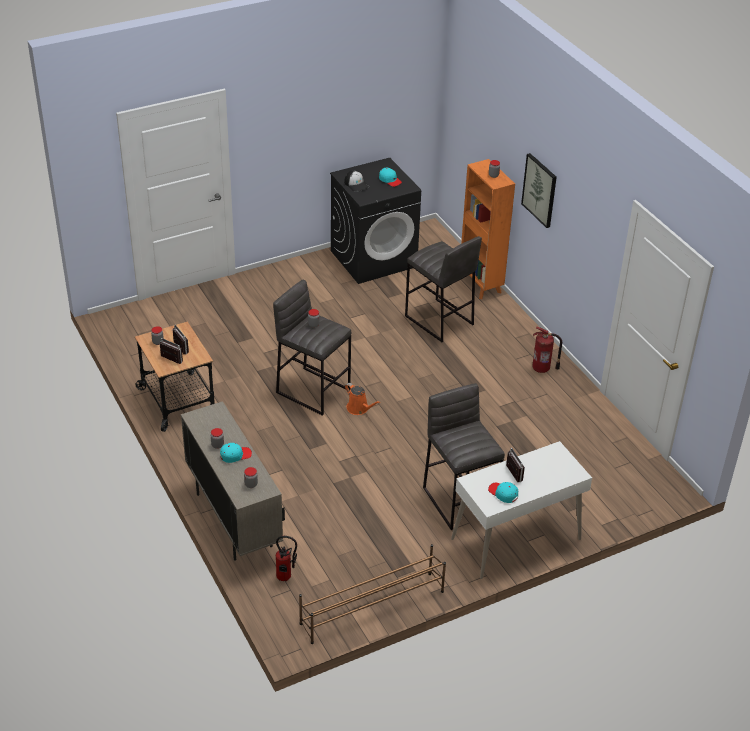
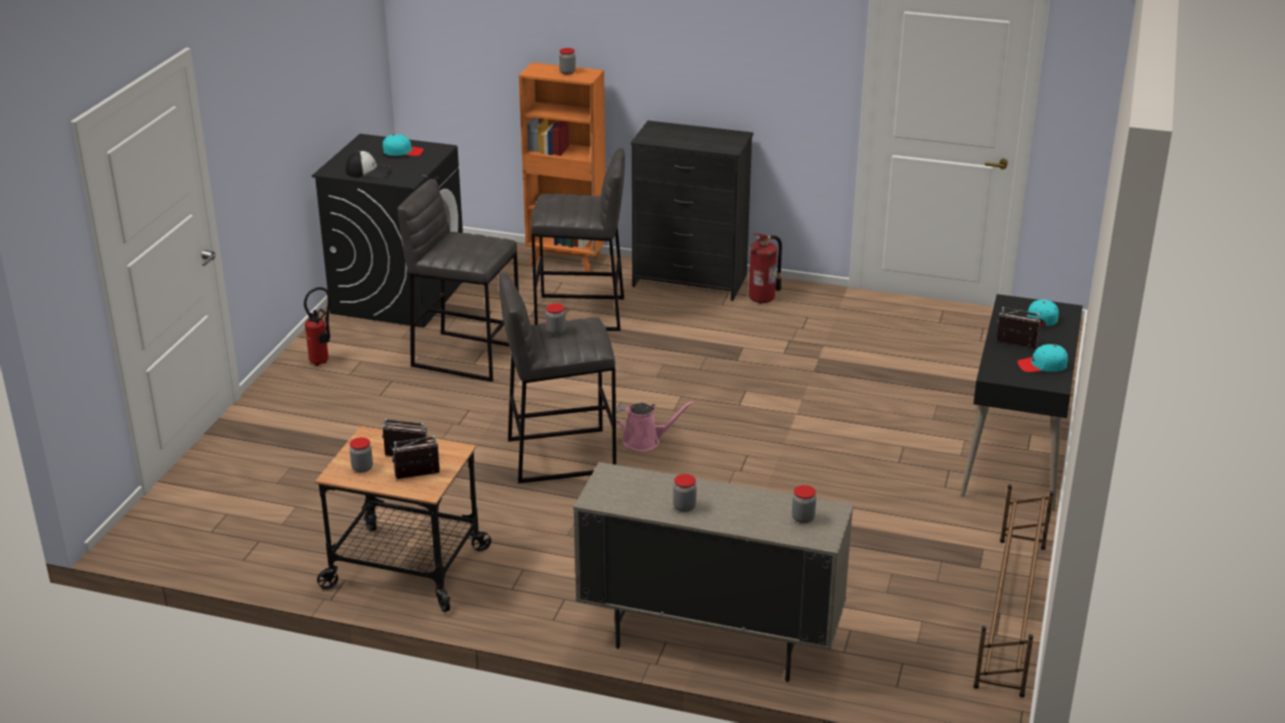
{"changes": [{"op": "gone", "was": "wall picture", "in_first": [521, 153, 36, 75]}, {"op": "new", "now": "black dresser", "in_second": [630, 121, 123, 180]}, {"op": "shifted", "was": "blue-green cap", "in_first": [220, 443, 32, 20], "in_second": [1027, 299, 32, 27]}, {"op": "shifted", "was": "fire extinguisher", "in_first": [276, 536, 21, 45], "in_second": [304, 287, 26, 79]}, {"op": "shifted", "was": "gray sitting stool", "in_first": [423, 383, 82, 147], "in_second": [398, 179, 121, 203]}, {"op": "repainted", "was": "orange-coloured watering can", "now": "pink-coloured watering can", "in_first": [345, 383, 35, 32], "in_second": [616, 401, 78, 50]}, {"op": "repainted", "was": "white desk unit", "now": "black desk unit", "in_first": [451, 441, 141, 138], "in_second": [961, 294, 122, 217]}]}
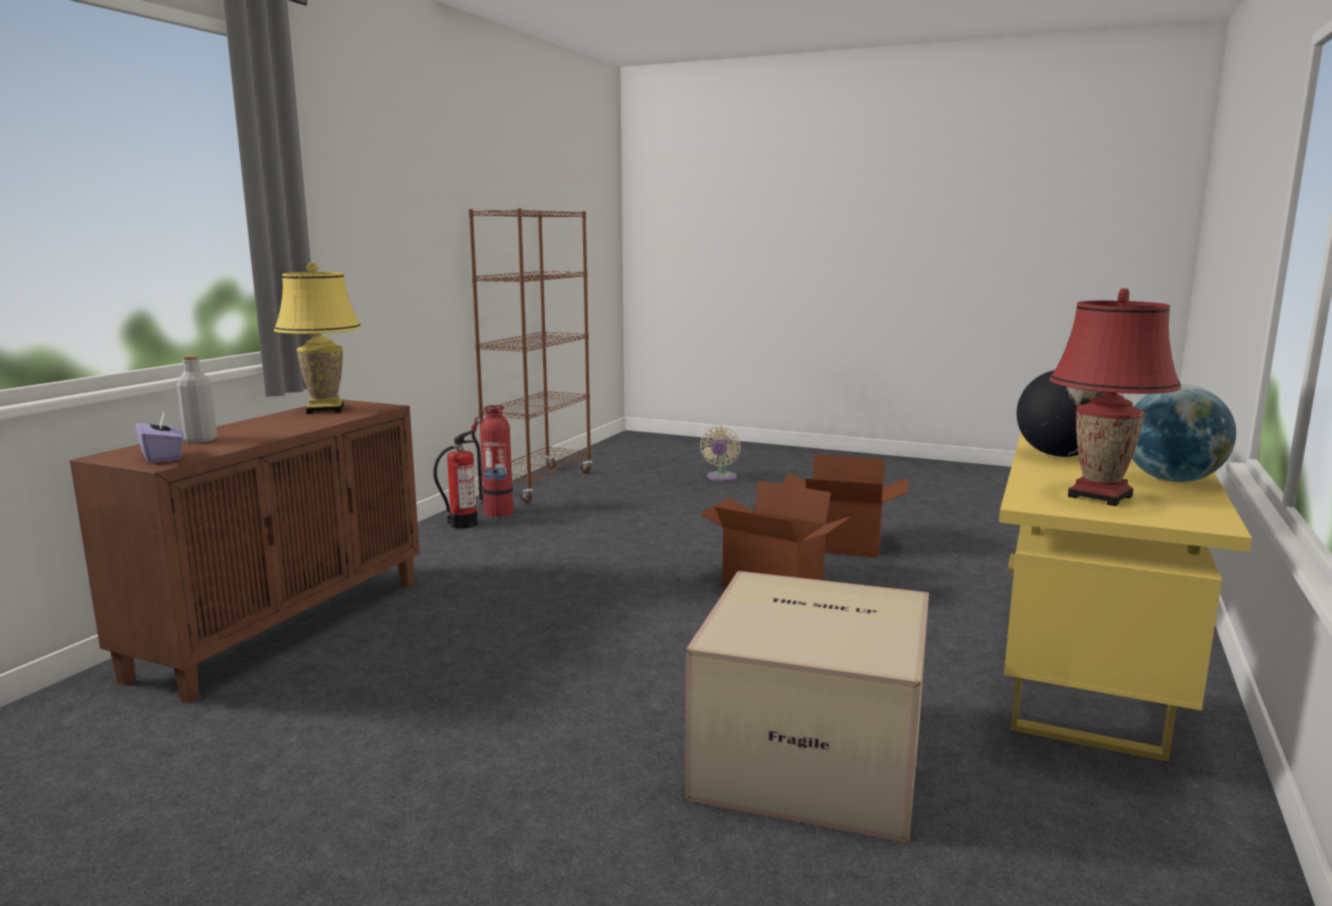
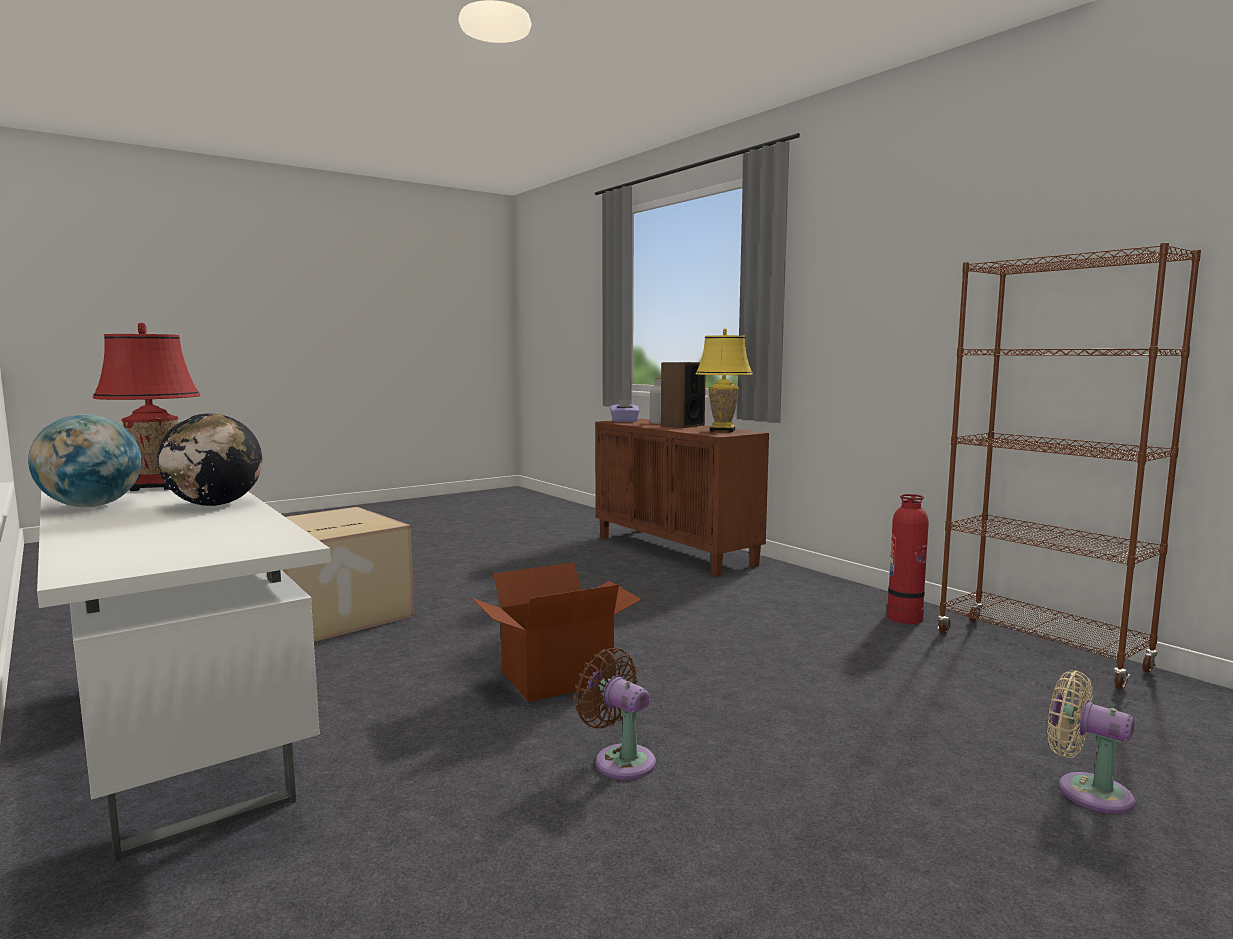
{"changes": [{"op": "gone", "was": "fire extinguisher", "in_first": [433, 430, 45, 99]}, {"op": "new", "now": "speaker", "in_second": [661, 362, 44, 66]}, {"op": "swapped", "was": "carton", "now": "brown-coloured fan", "in_first": [783, 455, 125, 103], "in_second": [574, 648, 82, 132]}, {"op": "repainted", "was": "yellowish desk unit", "now": "white desk unit", "in_first": [999, 433, 253, 330], "in_second": [37, 487, 294, 374]}]}
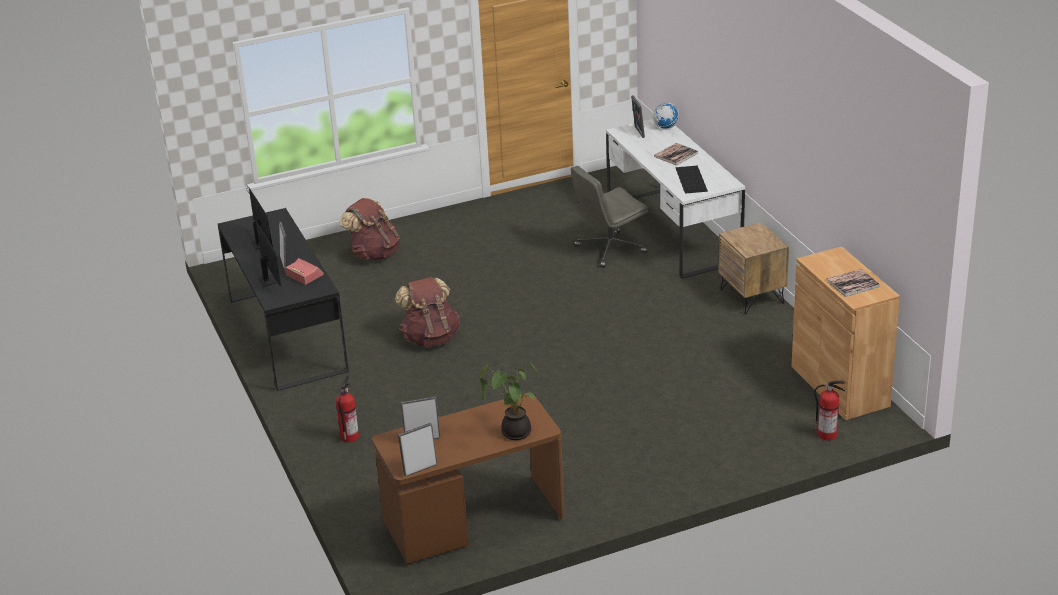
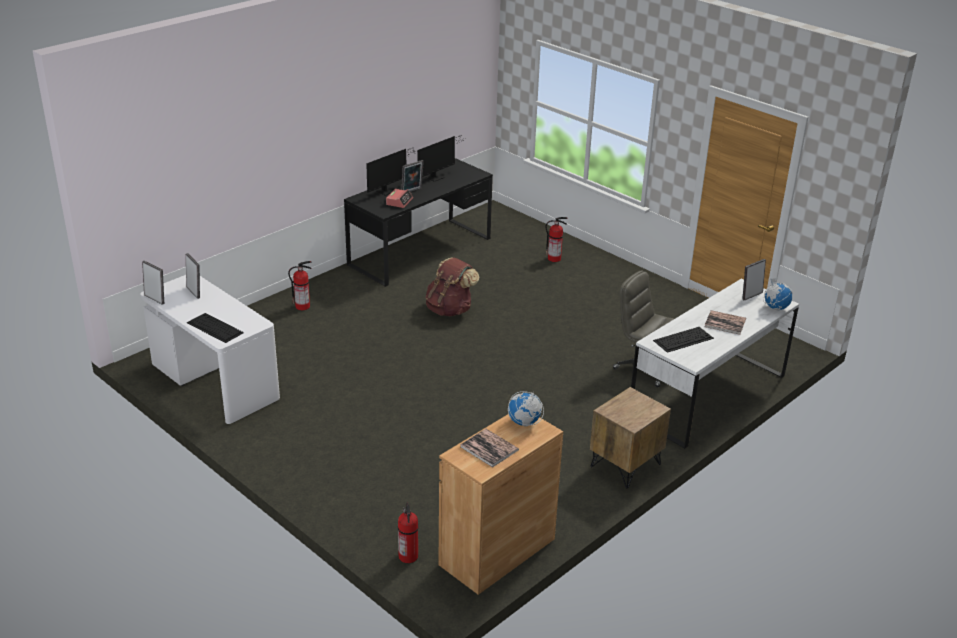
{"changes": [{"op": "new", "now": "desk globe", "in_second": [508, 391, 36, 36]}, {"op": "swapped", "was": "brown-coloured backpack", "now": "fire extinguisher", "in_first": [340, 198, 60, 62], "in_second": [546, 217, 22, 45]}, {"op": "swapped", "was": "plant in a pot", "now": "computer keyboard", "in_first": [480, 362, 59, 78], "in_second": [187, 313, 57, 30]}, {"op": "repainted", "was": "brown-coloured desk unit", "now": "white desk unit", "in_first": [372, 393, 193, 171], "in_second": [140, 275, 140, 149]}]}
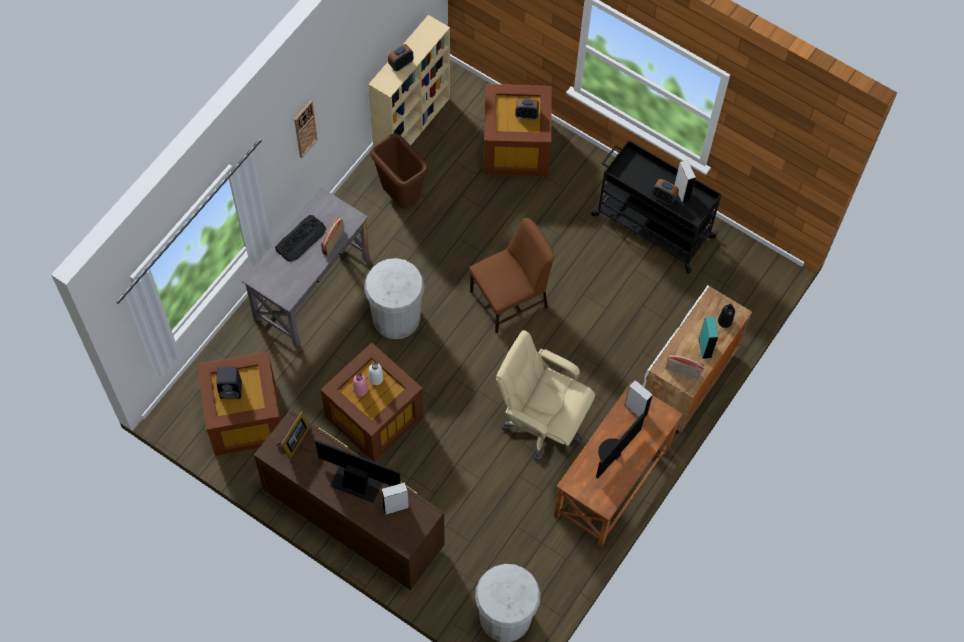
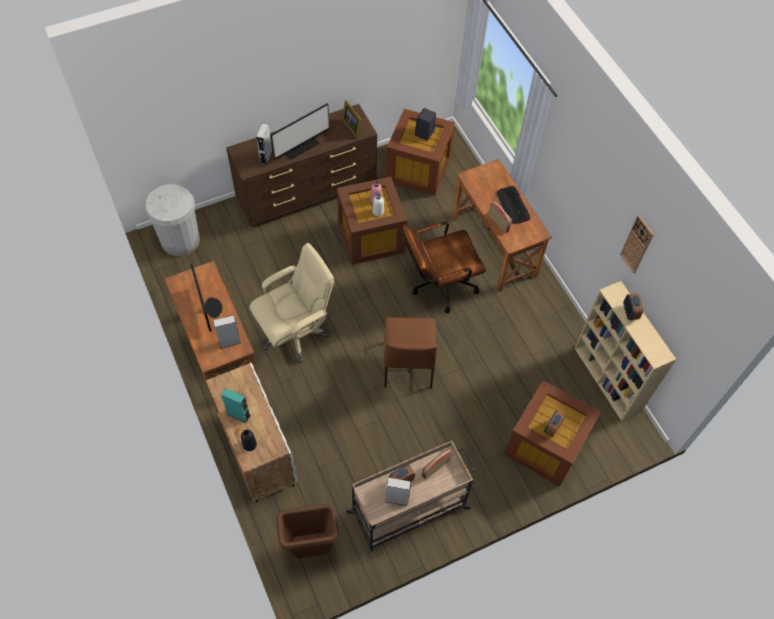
{"changes": [{"op": "shifted", "was": "hanging clock", "in_first": [294, 100, 23, 58], "in_second": [620, 215, 34, 58]}, {"op": "shifted", "was": "brown-coloured trash can", "in_first": [370, 134, 58, 74], "in_second": [277, 503, 62, 55]}, {"op": "shifted", "was": "radio set", "in_first": [666, 354, 38, 26], "in_second": [422, 448, 30, 32]}, {"op": "swapped", "was": "white trash can", "now": "brown-coloured computer chair", "in_first": [364, 258, 61, 81], "in_second": [402, 221, 84, 92]}, {"op": "repainted", "was": "gray desk unit", "now": "brown-coloured desk unit", "in_first": [242, 187, 127, 160], "in_second": [452, 159, 100, 133]}, {"op": "repainted", "was": "black trolley", "now": "beige-coloured trolley", "in_first": [591, 140, 131, 133], "in_second": [345, 441, 131, 116]}]}
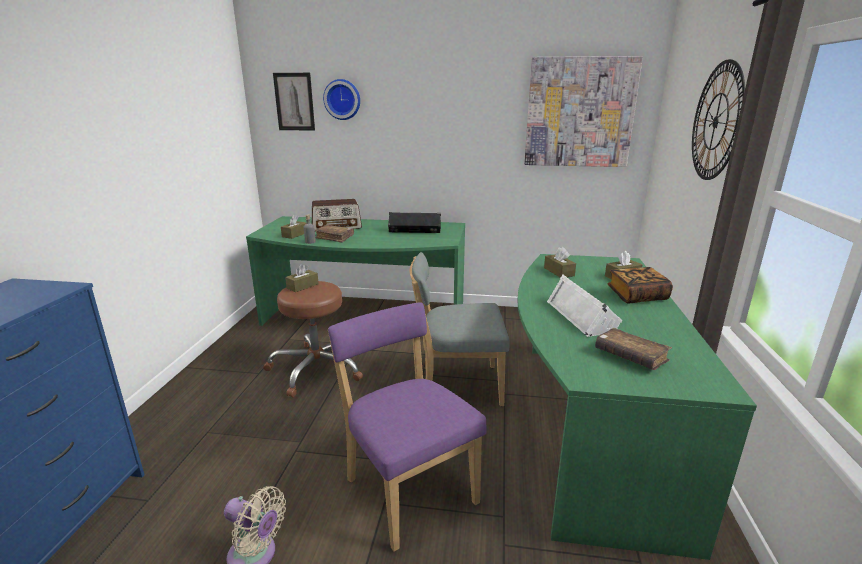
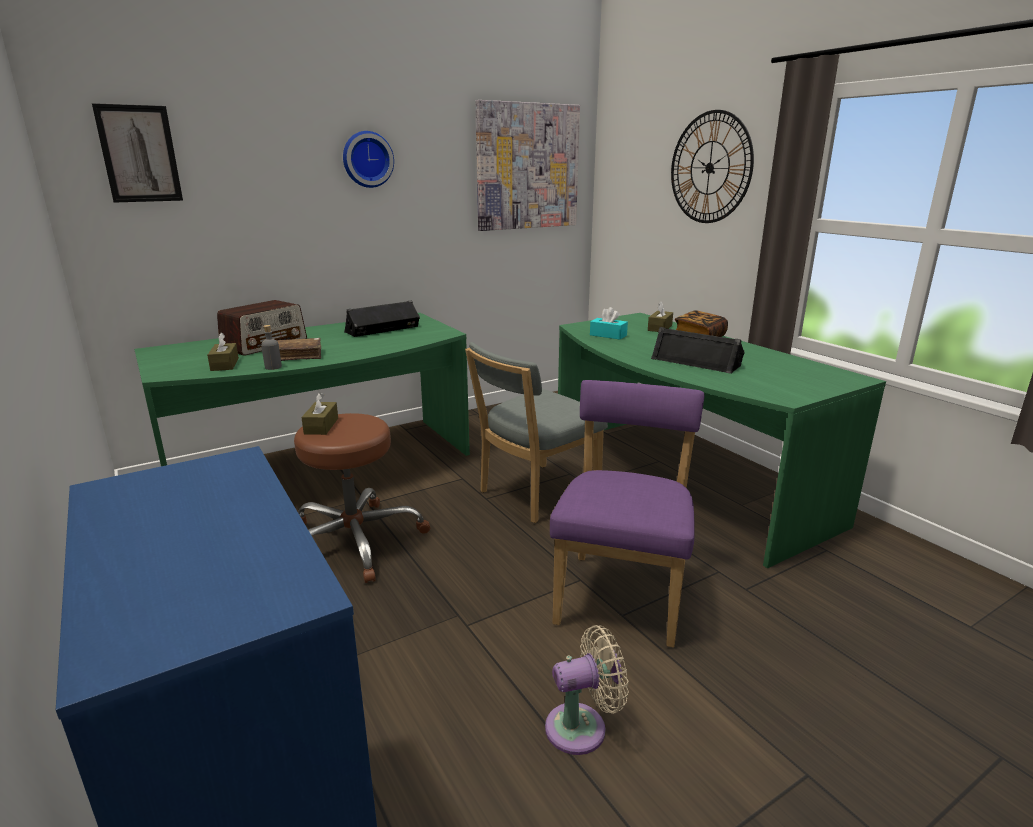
{"changes": [{"op": "gone", "was": "brown-coloured book", "in_first": [595, 328, 77, 42]}, {"op": "shifted", "was": "hanging clock", "in_first": [323, 79, 37, 41], "in_second": [343, 131, 51, 57]}, {"op": "repainted", "was": "brown-coloured tissue box", "now": "blue-green tissue box", "in_first": [544, 247, 32, 31], "in_second": [590, 307, 38, 33]}, {"op": "repainted", "was": "white speaker", "now": "black speaker", "in_first": [547, 275, 75, 62], "in_second": [651, 327, 94, 47]}, {"op": "rotated", "was": "purplish upright chair", "in_first": [328, 302, 159, 250], "in_second": [550, 380, 154, 268], "clockwise": 90}]}
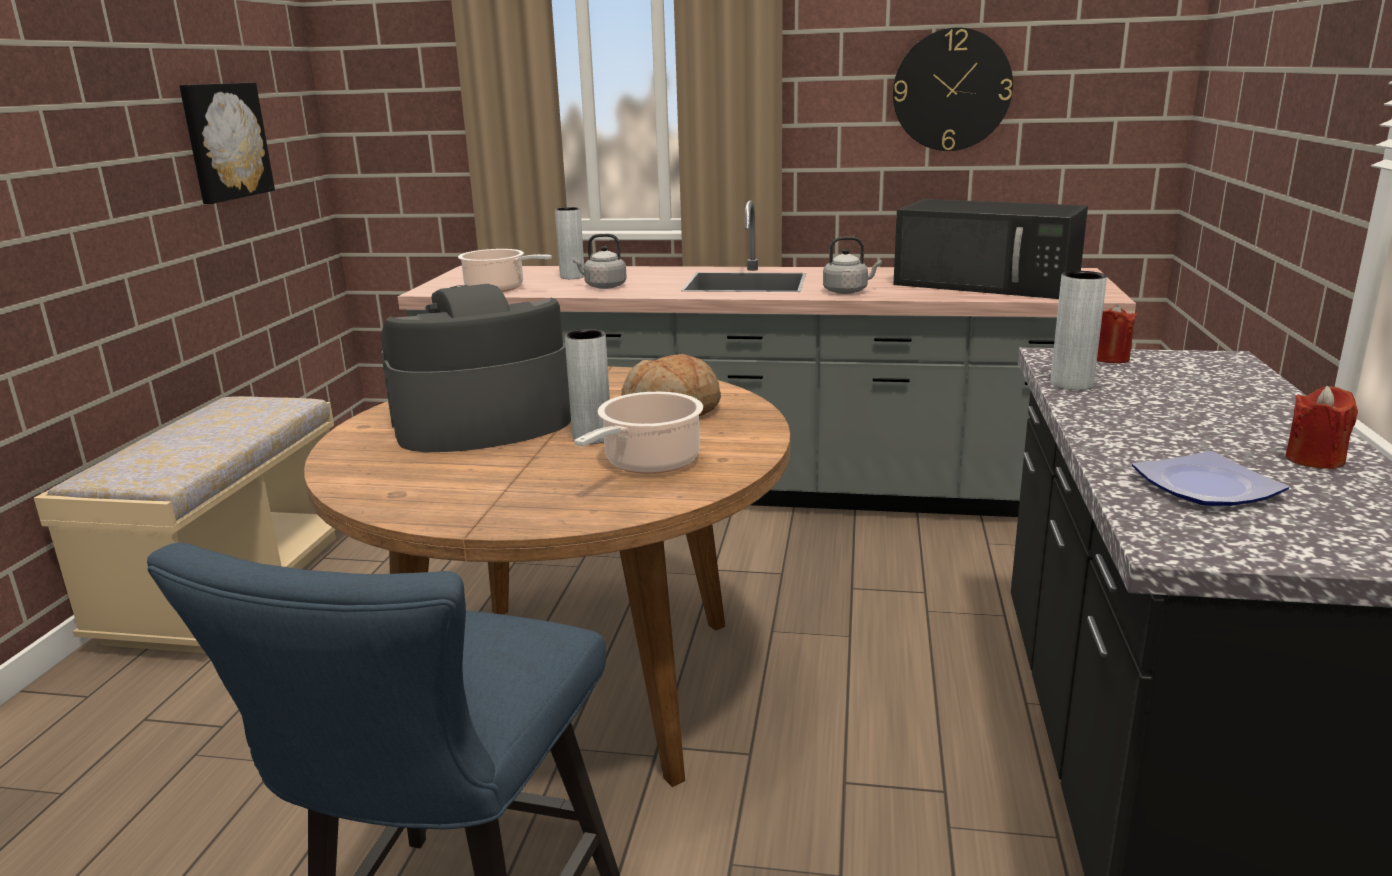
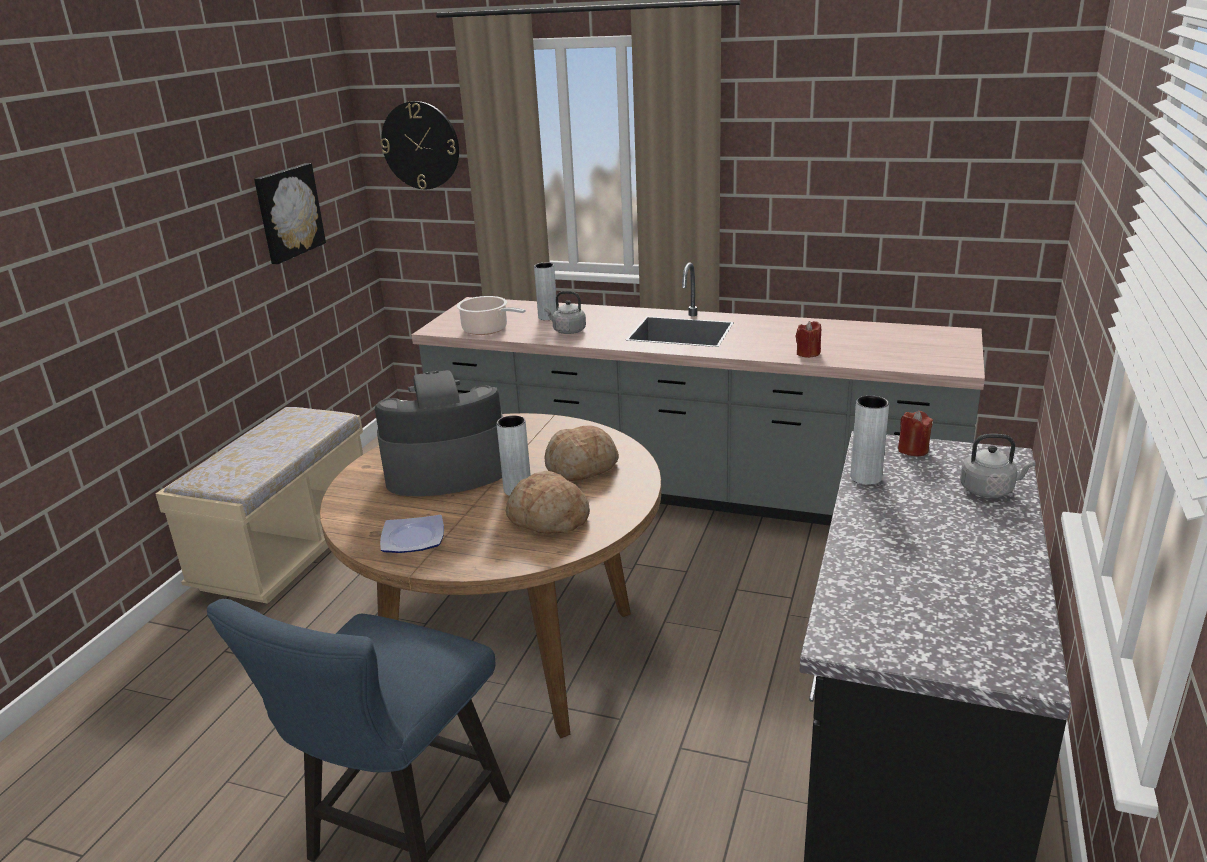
{"changes": [{"op": "gone", "was": "black microwave", "in_first": [893, 199, 195, 100]}, {"op": "shifted", "was": "gray water kettle", "in_first": [823, 236, 59, 58], "in_second": [960, 434, 76, 64]}, {"op": "shifted", "was": "hanging clock", "in_first": [893, 28, 120, 123], "in_second": [380, 101, 79, 88]}, {"op": "shifted", "was": "plate", "in_first": [1132, 451, 157, 55], "in_second": [380, 515, 64, 38]}, {"op": "shifted", "was": "red-coloured candle", "in_first": [1286, 386, 72, 83], "in_second": [796, 321, 25, 37]}, {"op": "swapped", "was": "cooking pot", "now": "bread", "in_first": [574, 392, 129, 82], "in_second": [506, 471, 84, 63]}]}
